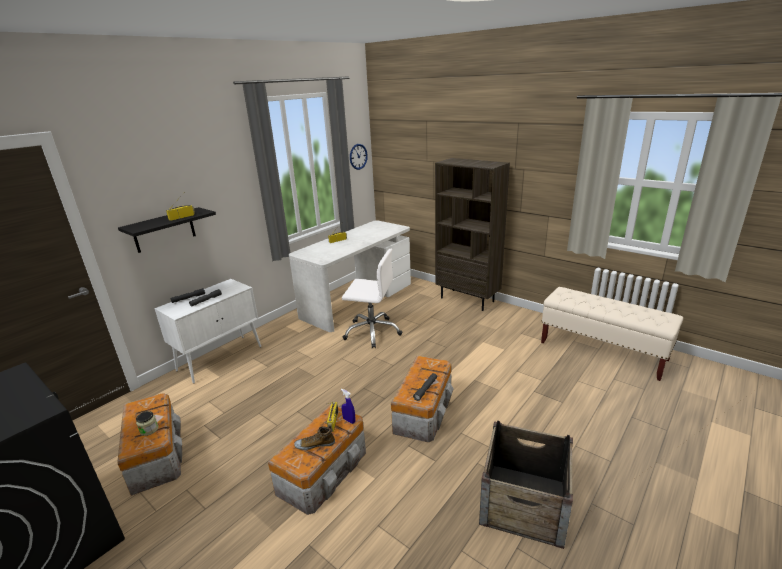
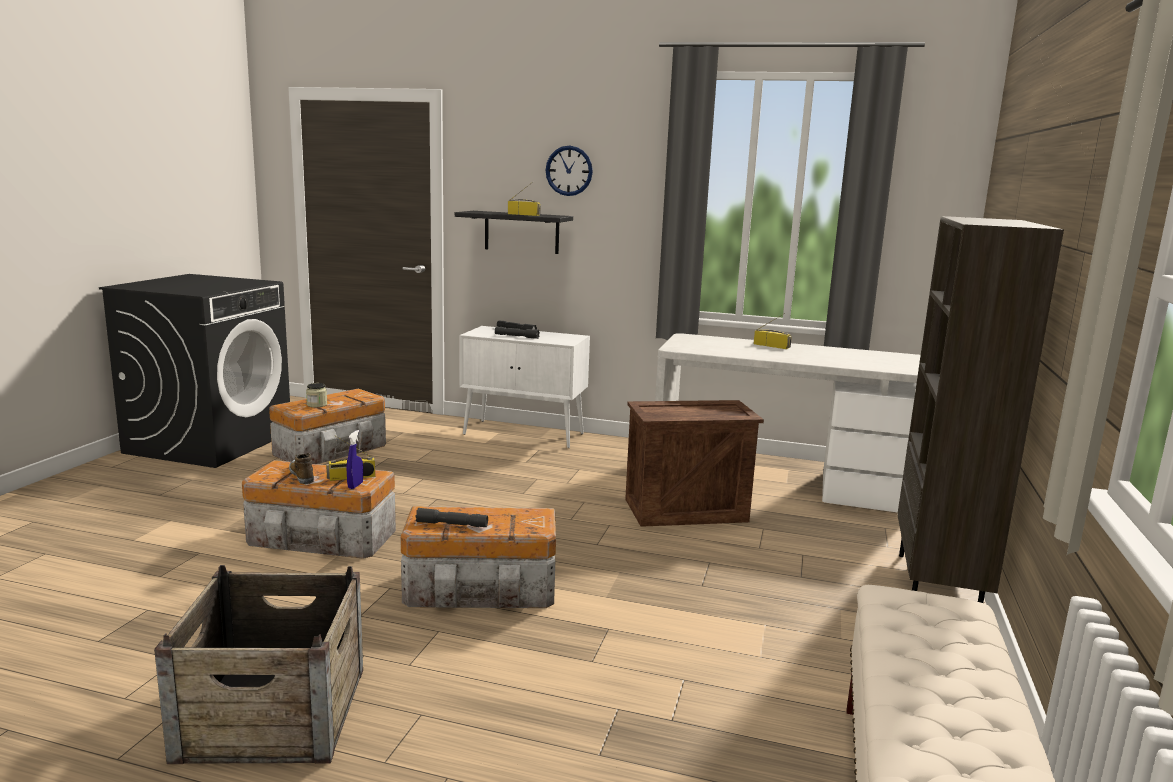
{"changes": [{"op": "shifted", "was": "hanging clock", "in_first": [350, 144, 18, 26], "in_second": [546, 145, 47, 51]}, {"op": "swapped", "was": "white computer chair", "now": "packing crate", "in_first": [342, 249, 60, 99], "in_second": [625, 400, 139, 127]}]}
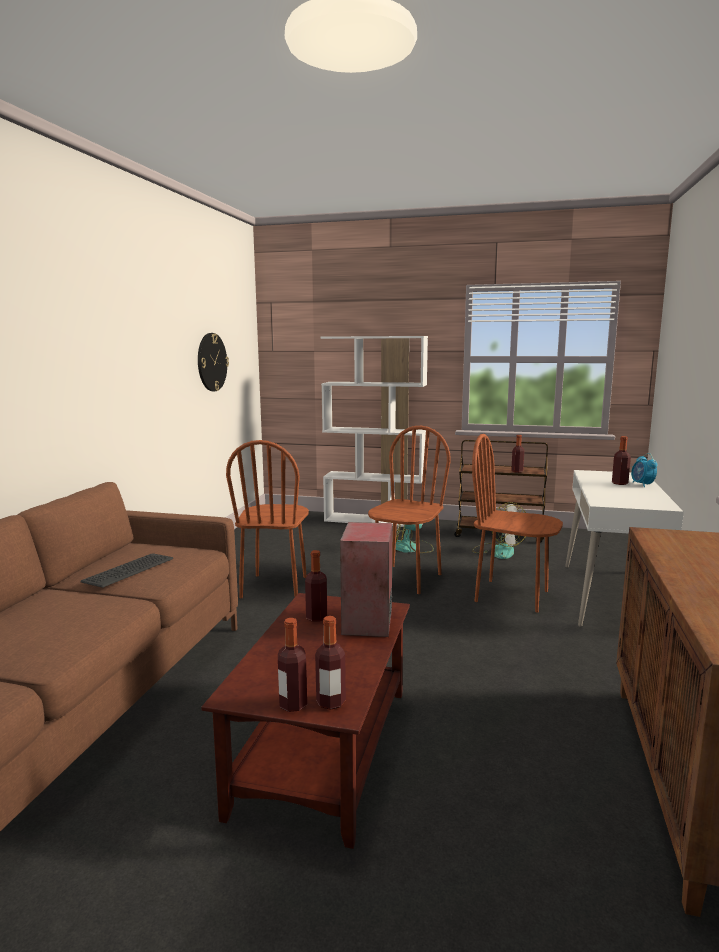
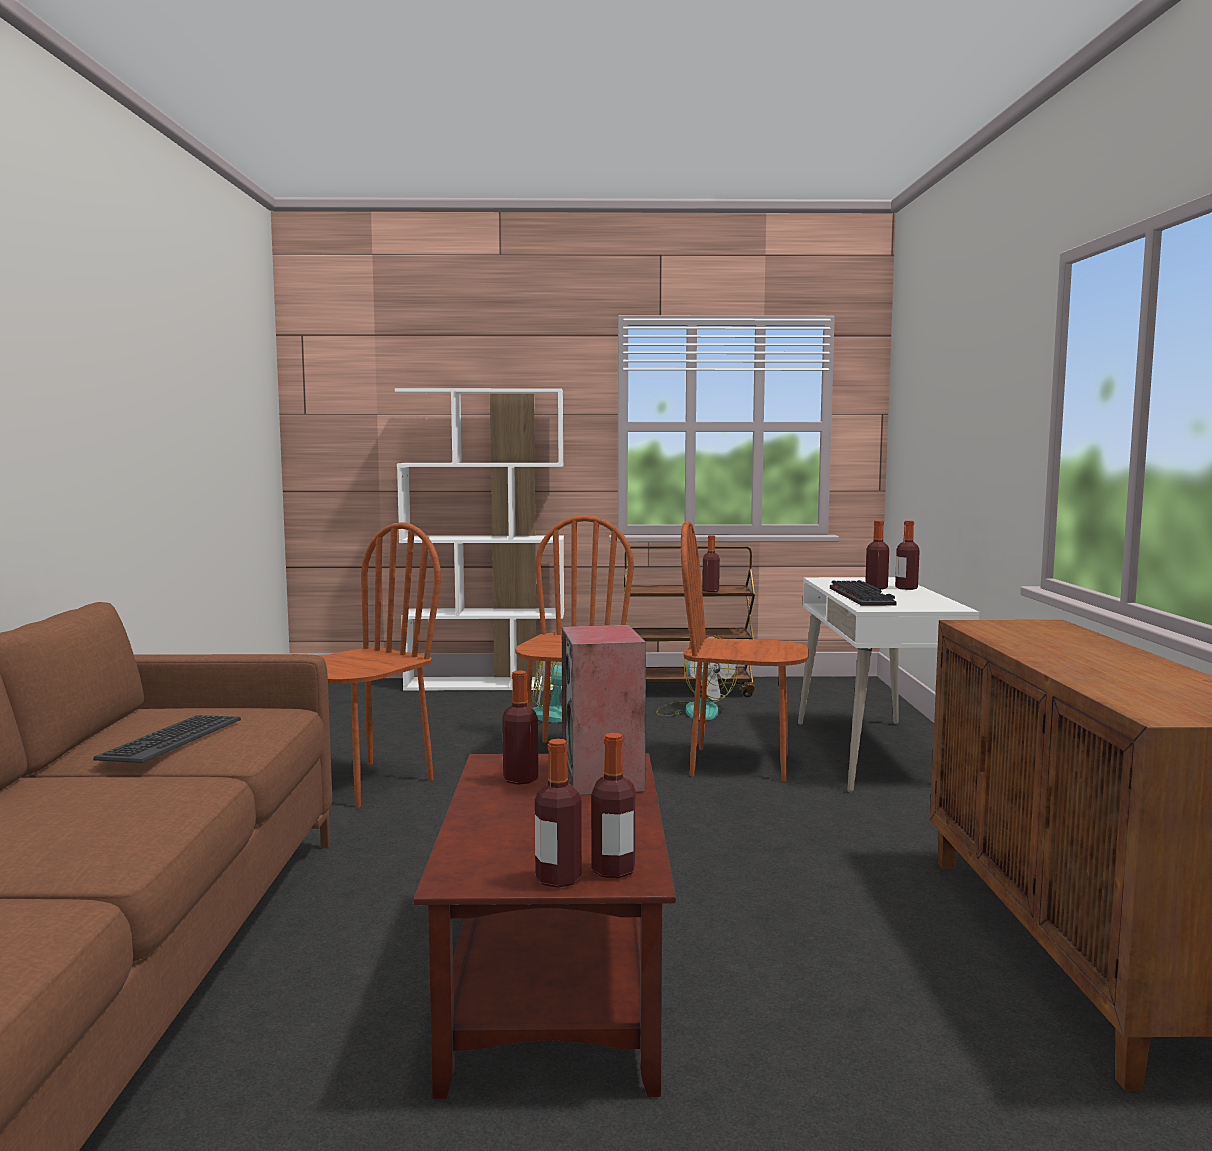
{"changes": [{"op": "gone", "was": "hanging clock", "in_first": [198, 333, 31, 58]}, {"op": "new", "now": "computer keyboard", "in_second": [830, 580, 66, 26]}, {"op": "swapped", "was": "alarm clock", "now": "drink bottle", "in_first": [631, 453, 26, 34], "in_second": [895, 520, 25, 70]}, {"op": "rotated", "was": "brown-coloured upright chair", "in_first": [226, 440, 83, 158], "in_second": [321, 522, 120, 285], "clockwise": -135}]}
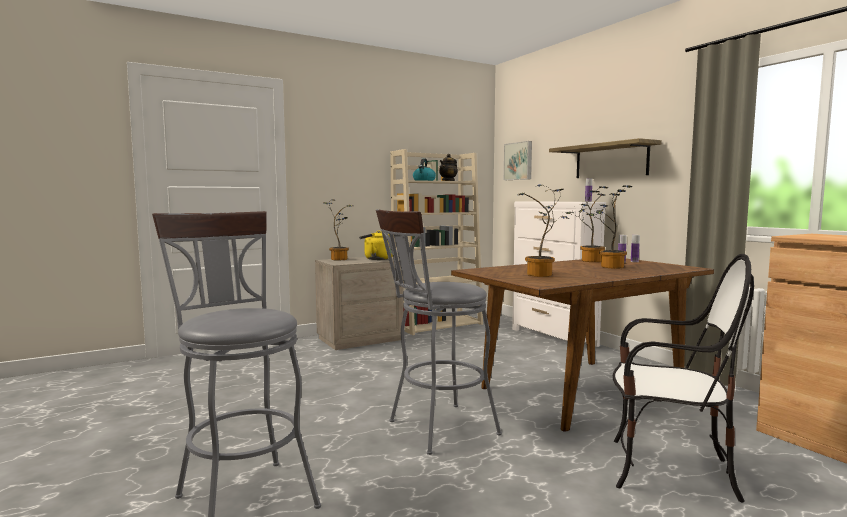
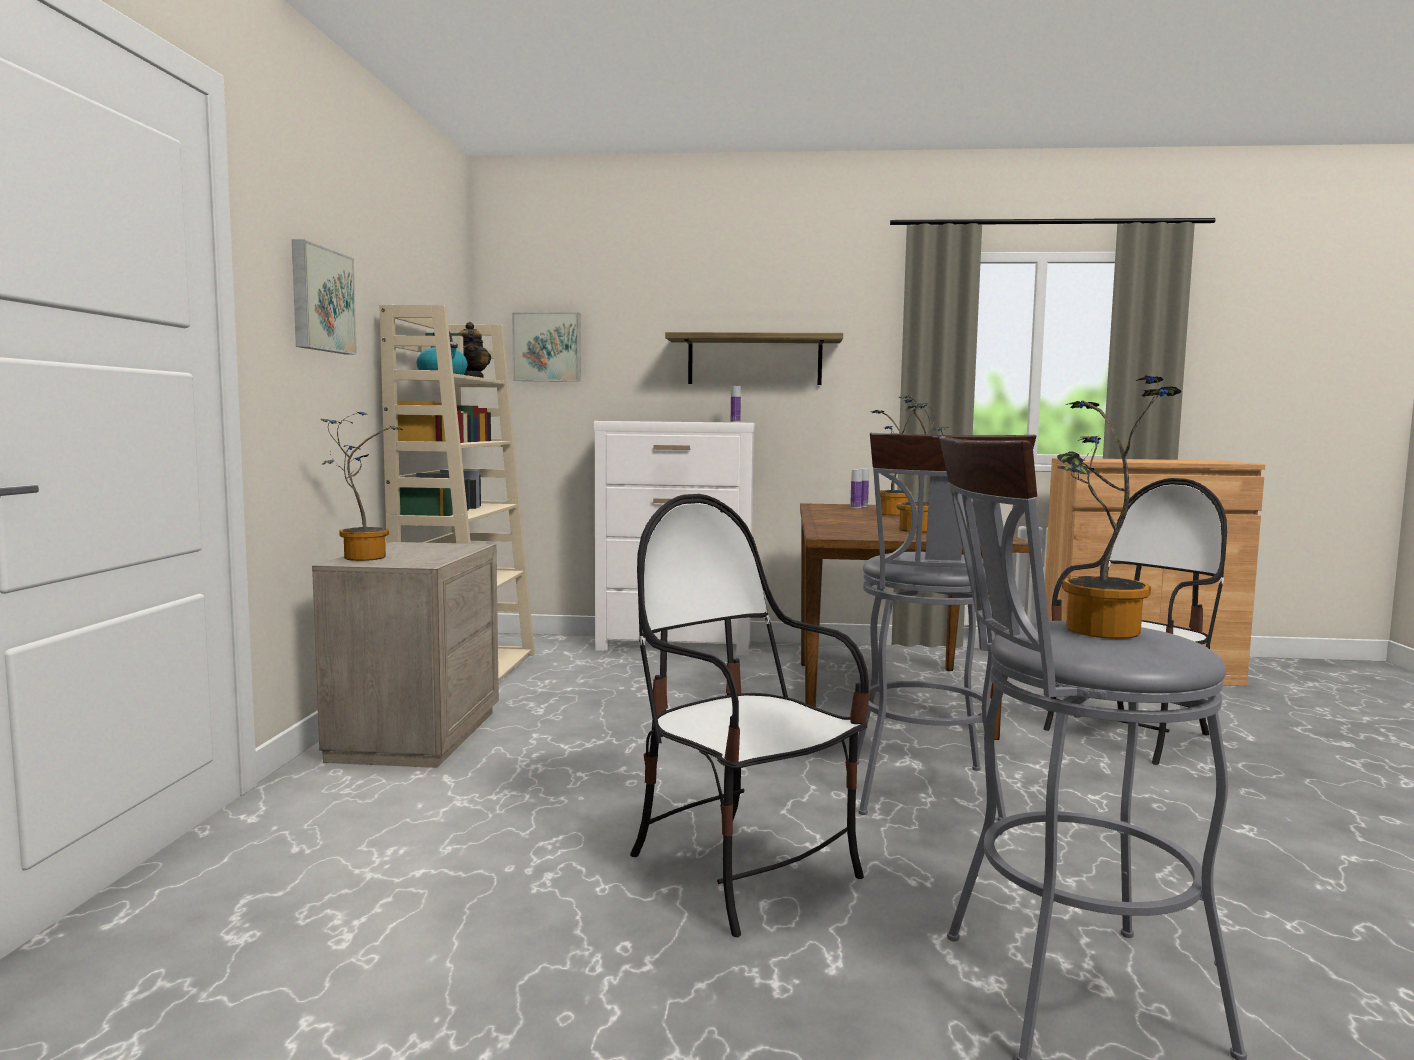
{"changes": [{"op": "gone", "was": "yellowish water kettle", "in_first": [359, 231, 34, 29]}, {"op": "new", "now": "wall picture", "in_second": [292, 240, 65, 115]}, {"op": "new", "now": "upright chair", "in_second": [630, 494, 240, 443]}, {"op": "shifted", "was": "plant in a pot", "in_first": [566, 186, 42, 76], "in_second": [1057, 376, 125, 263]}]}
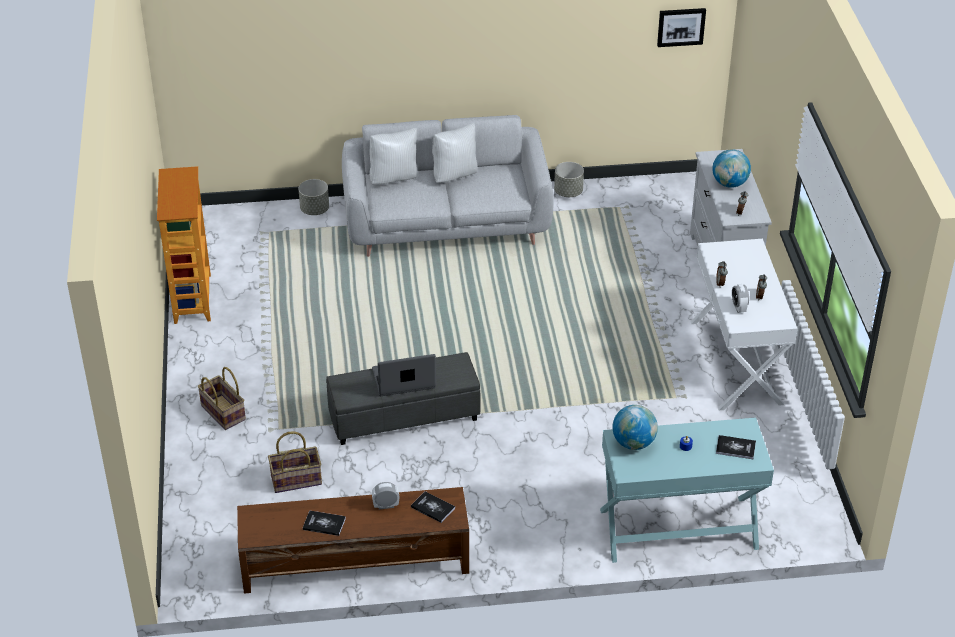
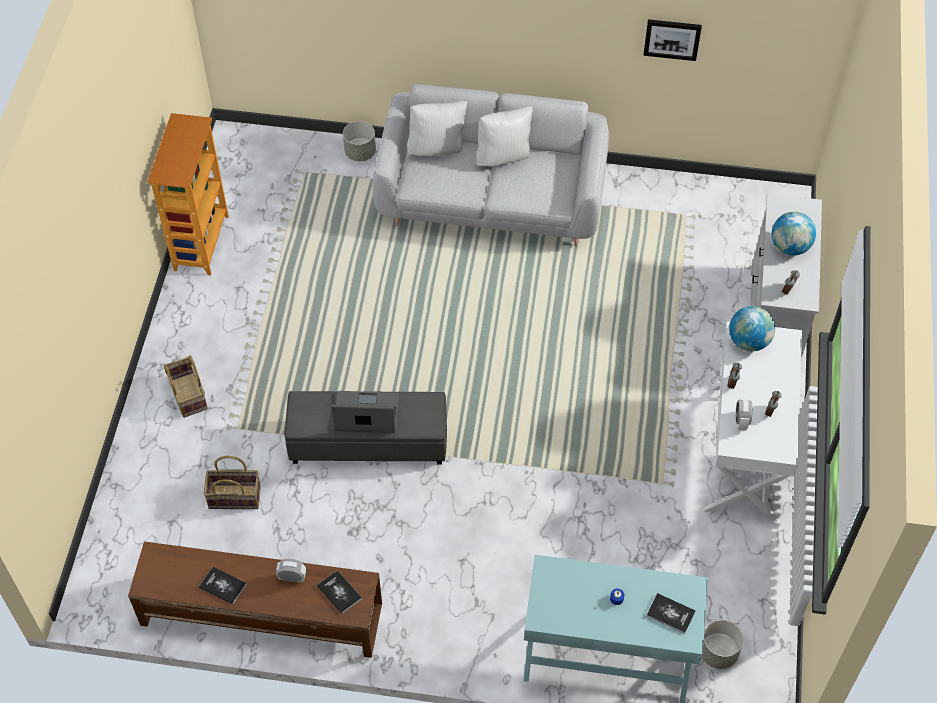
{"changes": [{"op": "shifted", "was": "gray flower pot", "in_first": [554, 162, 30, 35], "in_second": [702, 620, 41, 49]}, {"op": "shifted", "was": "desk globe", "in_first": [612, 405, 46, 45], "in_second": [729, 306, 46, 45]}, {"op": "shifted", "was": "wall picture", "in_first": [657, 8, 49, 39], "in_second": [643, 19, 59, 42]}]}
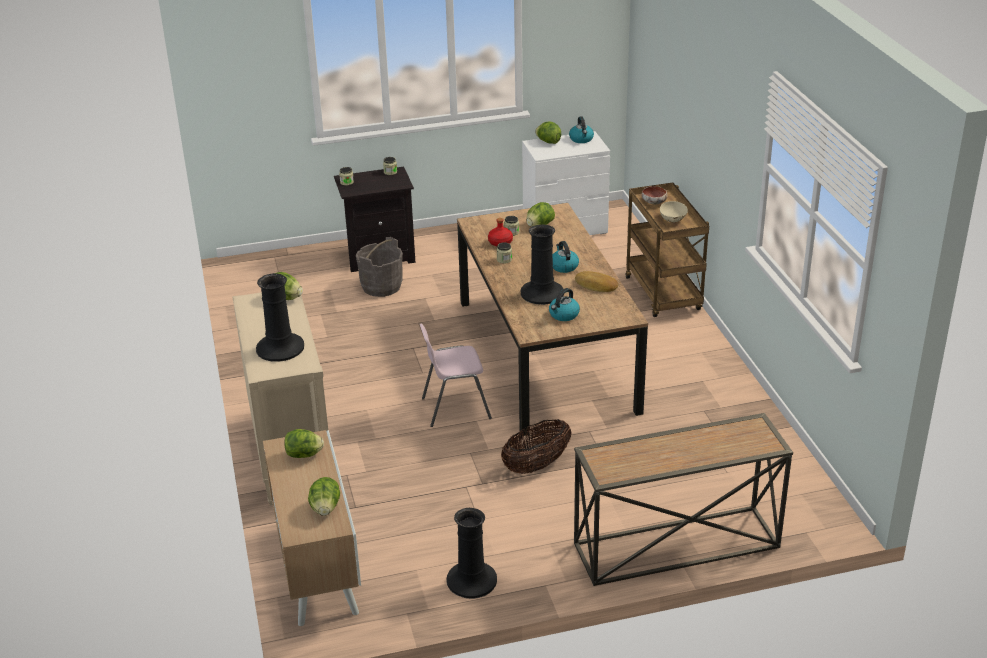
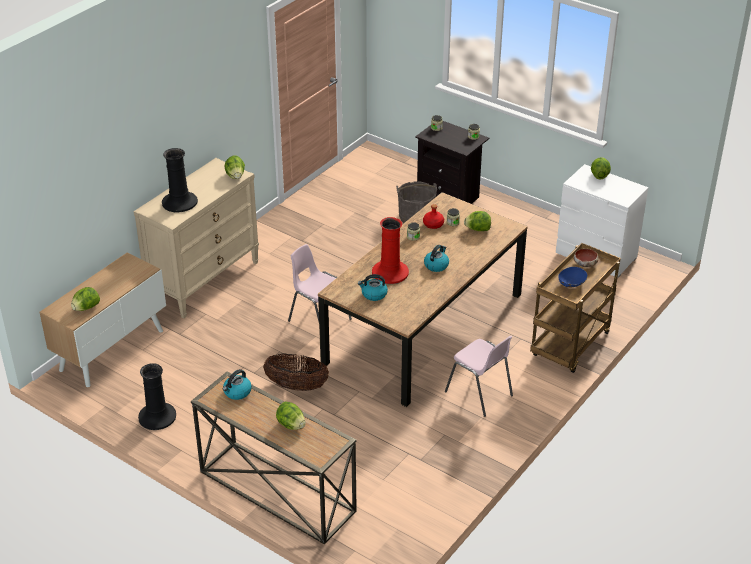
{"changes": [{"op": "gone", "was": "bread", "in_first": [575, 271, 43, 21]}, {"op": "new", "now": "pink-coloured upright chair", "in_second": [445, 336, 68, 81]}, {"op": "shifted", "was": "lettuce head", "in_first": [284, 429, 40, 29], "in_second": [276, 402, 30, 28]}, {"op": "shifted", "was": "water kettle", "in_first": [569, 116, 25, 27], "in_second": [223, 369, 29, 31]}, {"op": "repainted", "was": "black flower vase", "now": "red-coloured flower vase", "in_first": [521, 225, 43, 80], "in_second": [372, 217, 37, 67]}, {"op": "repainted", "was": "beige-coloured deep dish", "now": "blue-coloured deep dish", "in_first": [660, 201, 28, 22], "in_second": [558, 267, 29, 20]}]}
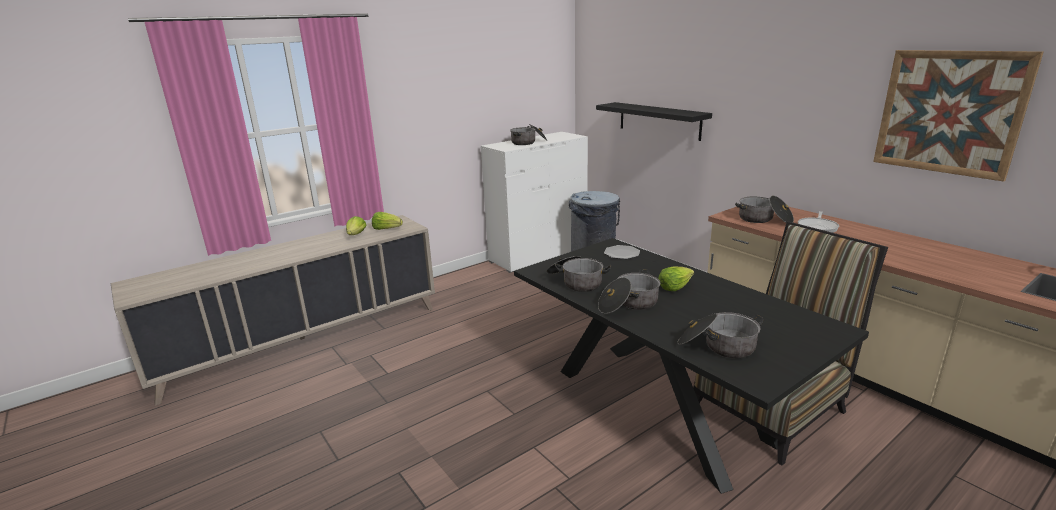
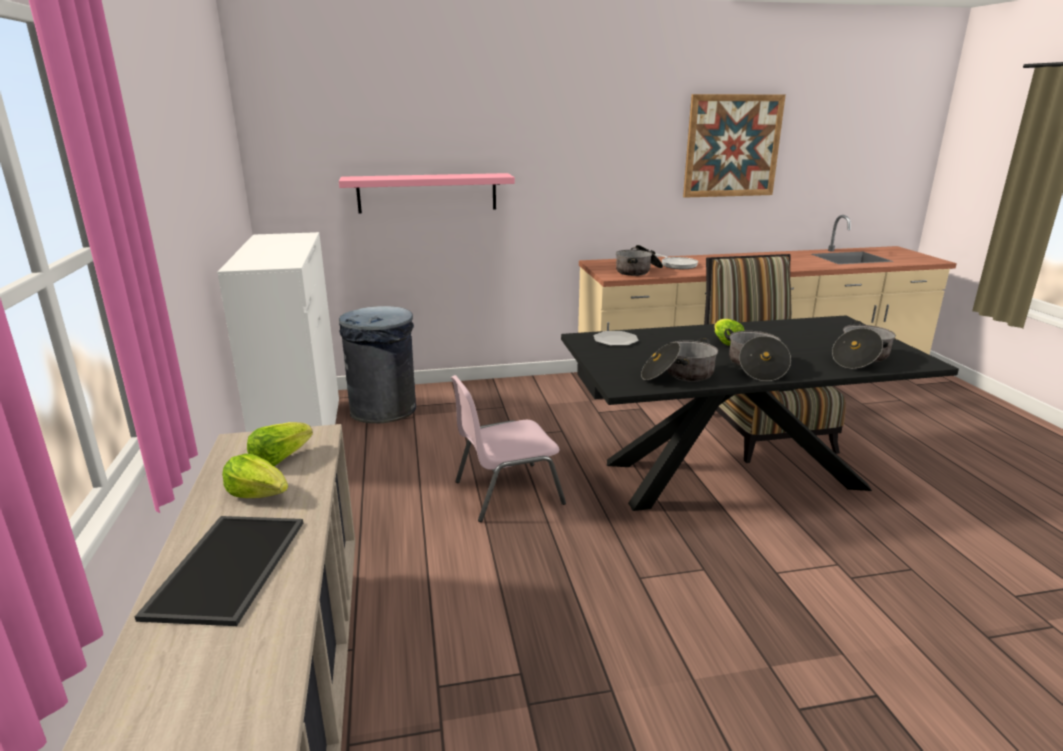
{"changes": [{"op": "gone", "was": "cooking pot", "in_first": [510, 124, 37, 21]}, {"op": "new", "now": "serving tray", "in_second": [135, 516, 168, 110]}, {"op": "new", "now": "pink-coloured upright chair", "in_second": [451, 375, 115, 147]}, {"op": "repainted", "was": "black shelf", "now": "pink-coloured shelf", "in_first": [596, 102, 116, 39], "in_second": [339, 173, 176, 41]}]}
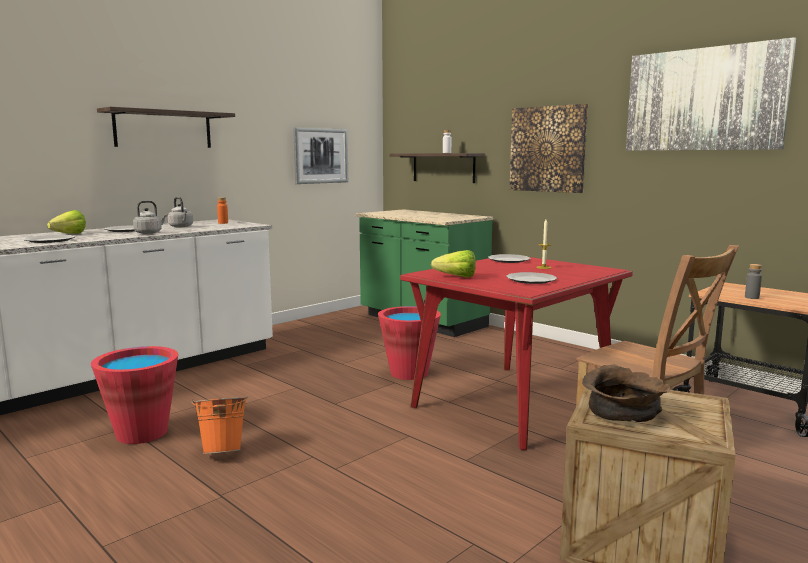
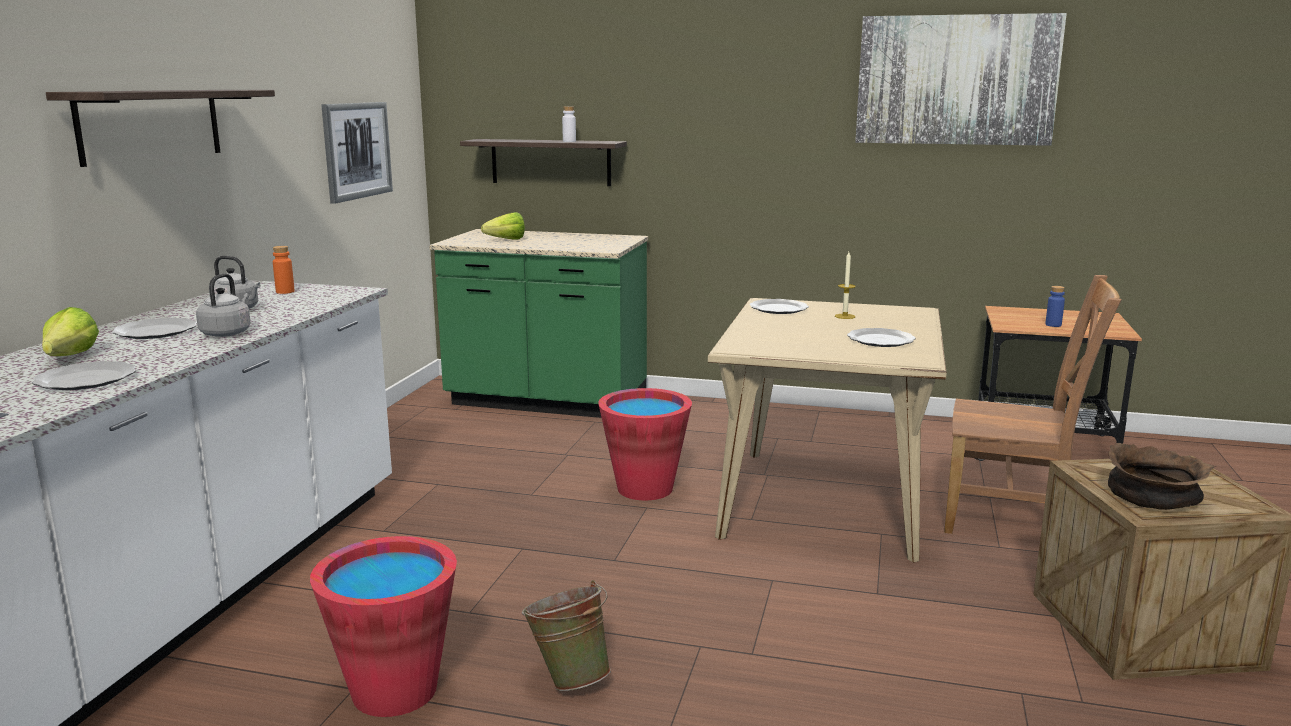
{"changes": [{"op": "gone", "was": "wall picture", "in_first": [509, 104, 79, 89]}, {"op": "shifted", "was": "lettuce head", "in_first": [431, 250, 45, 27], "in_second": [481, 212, 44, 28]}, {"op": "repainted", "was": "orange-coloured water bucket", "now": "green-coloured water bucket", "in_first": [192, 394, 57, 60], "in_second": [522, 580, 89, 111]}, {"op": "repainted", "was": "red-coloured dining table", "now": "beige-coloured dining table", "in_first": [400, 257, 233, 193], "in_second": [708, 298, 239, 264]}, {"op": "repainted", "was": "gray drink bottle", "now": "blue-coloured drink bottle", "in_first": [745, 264, 17, 35], "in_second": [1045, 286, 20, 41]}]}
